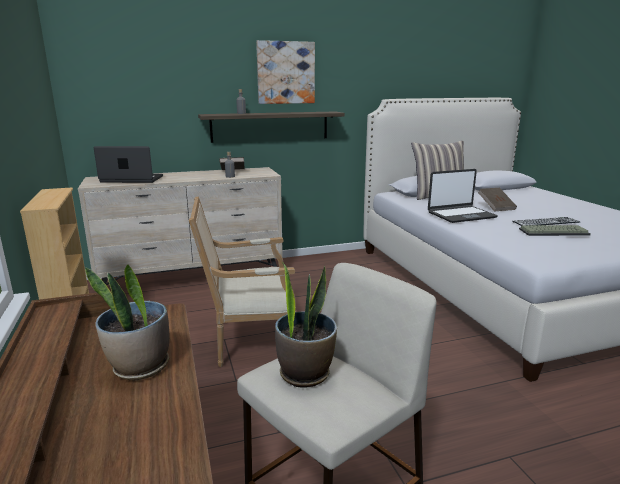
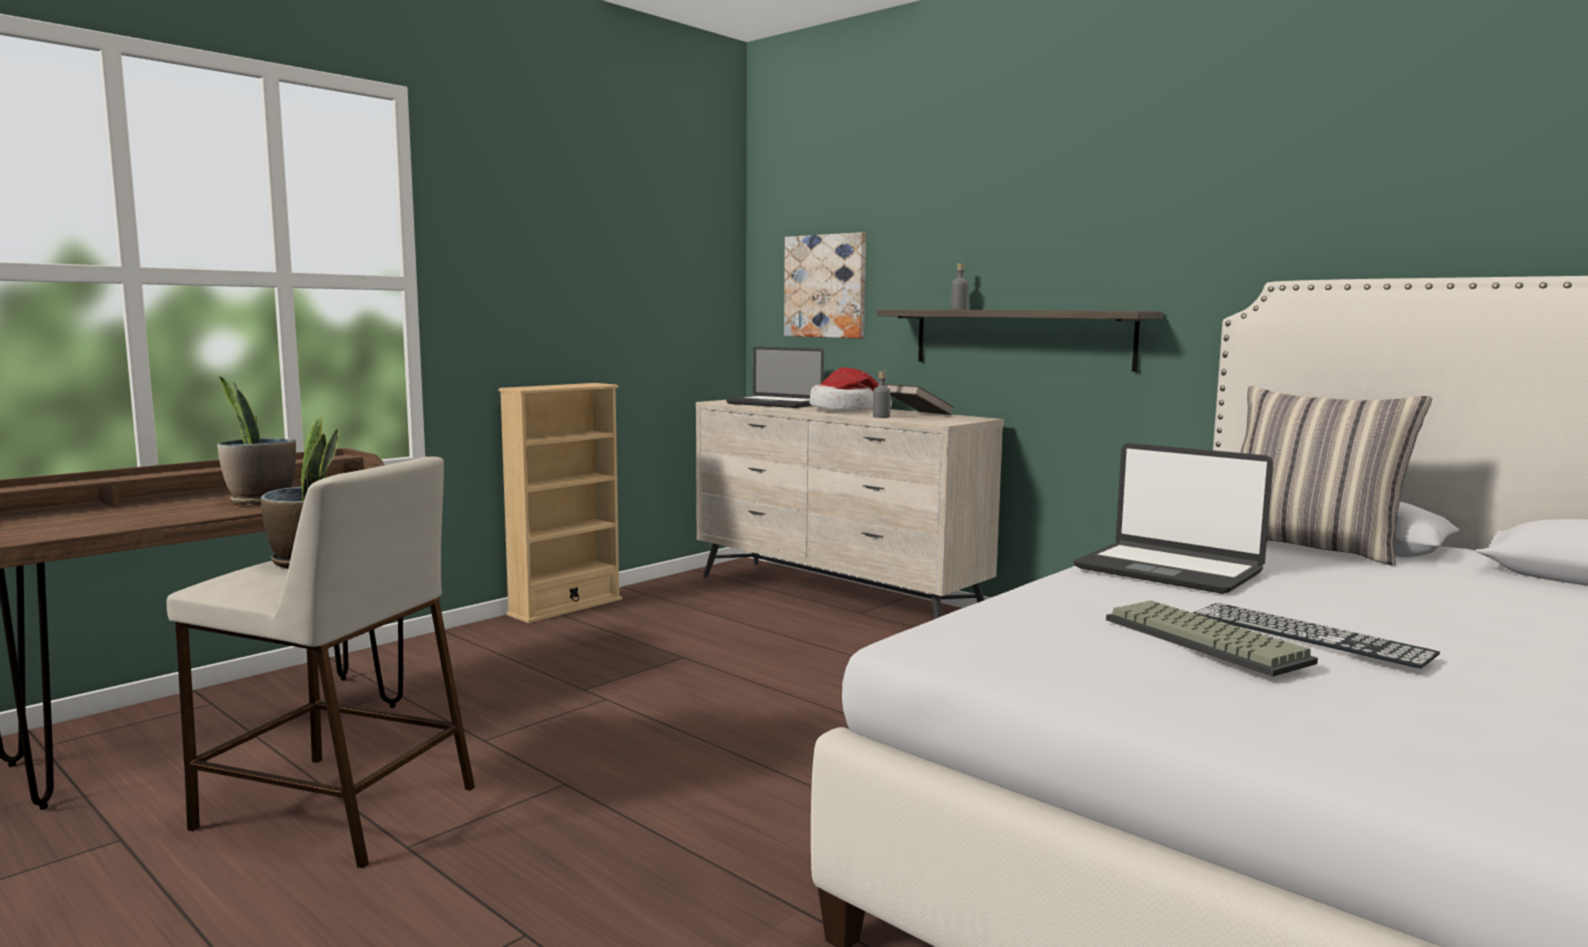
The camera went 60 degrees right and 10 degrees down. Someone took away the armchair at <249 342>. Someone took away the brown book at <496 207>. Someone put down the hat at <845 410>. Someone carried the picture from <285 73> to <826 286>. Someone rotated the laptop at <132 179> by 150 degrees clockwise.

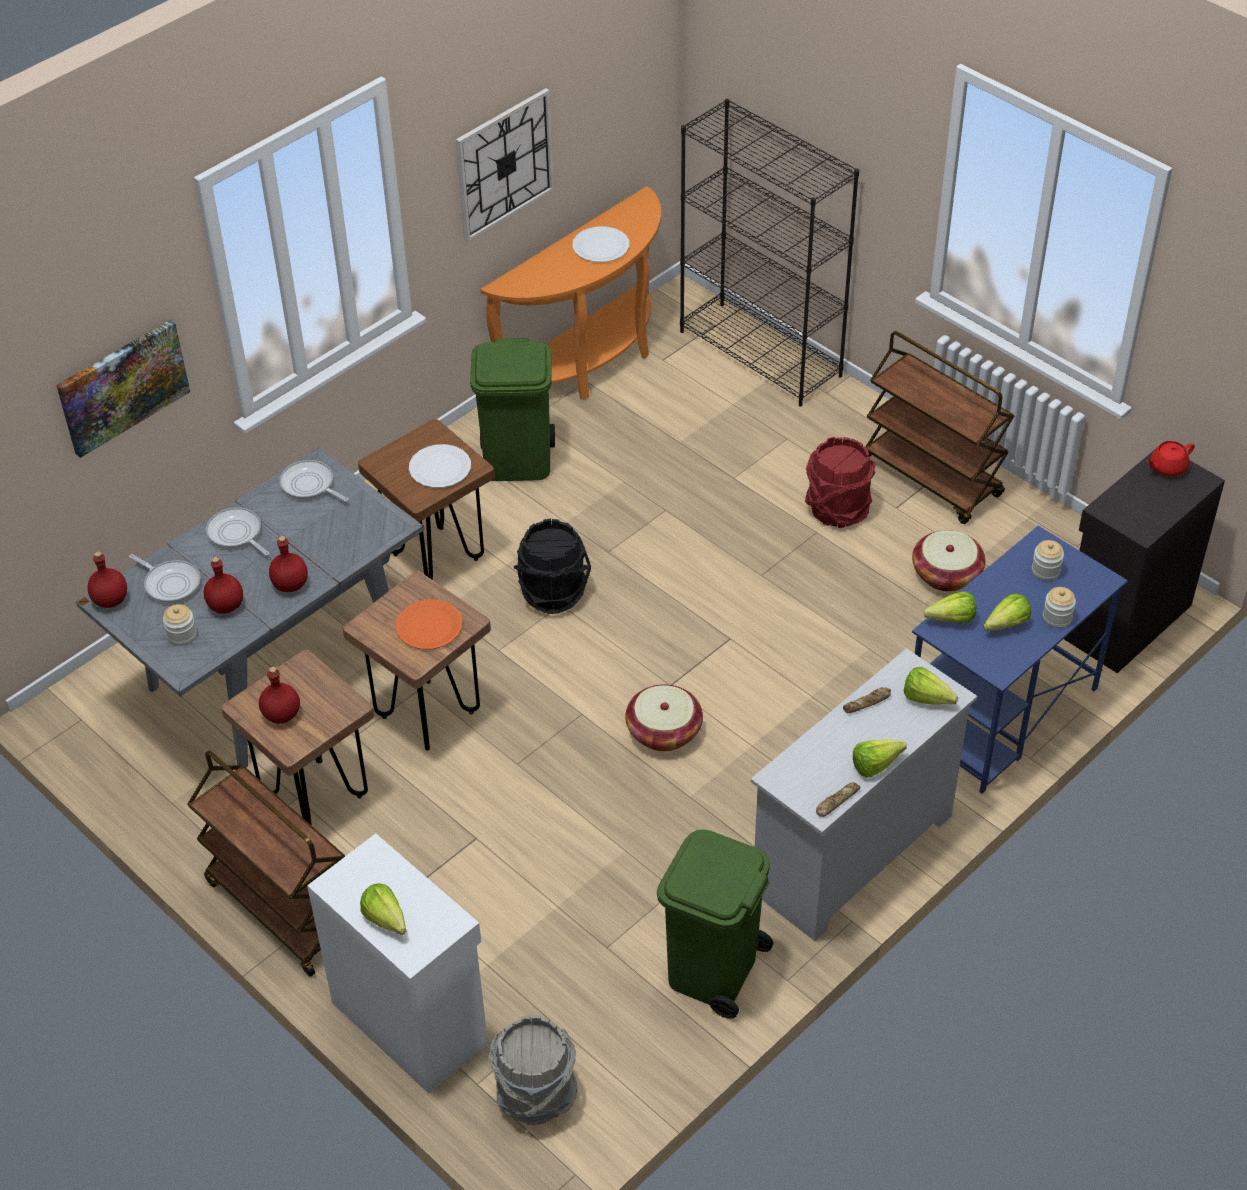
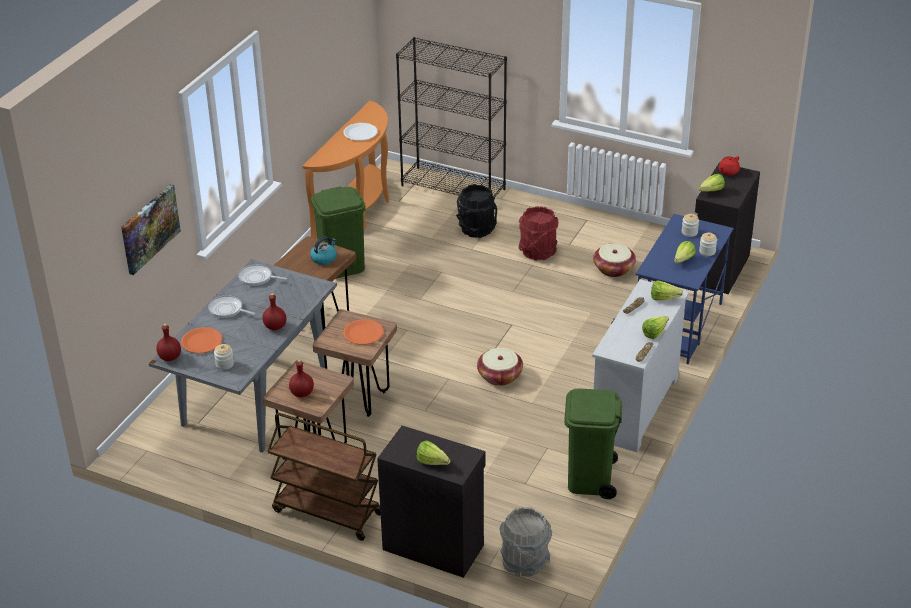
The camera went 20 degrees left and 10 degrees down. Someone took away the red bottle at <225 606>. Someone took away the wall clock at <504 164>. Someone took away the brown cart at <931 478>. Someone carried the black bucket from <553 593> to <476 229>. Someone carried the lettuce from <947 619> to <709 191>. Someone swapped the frying pan at <170 583> for the orange plate at <201 341>. Someone swapped the white plate at <440 468> for the kettle at <324 258>. Someone repainted the white cabinet at <410 1020>, which became the black cabinet at <433 546>.

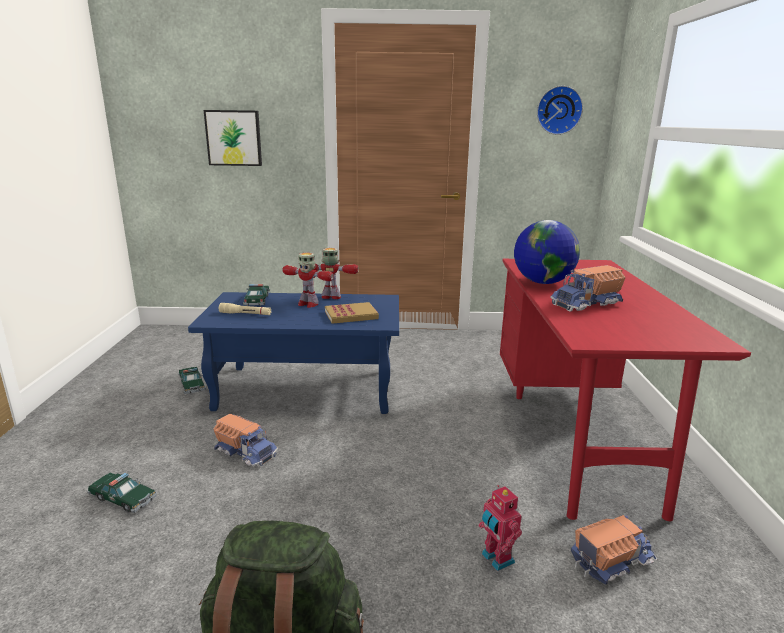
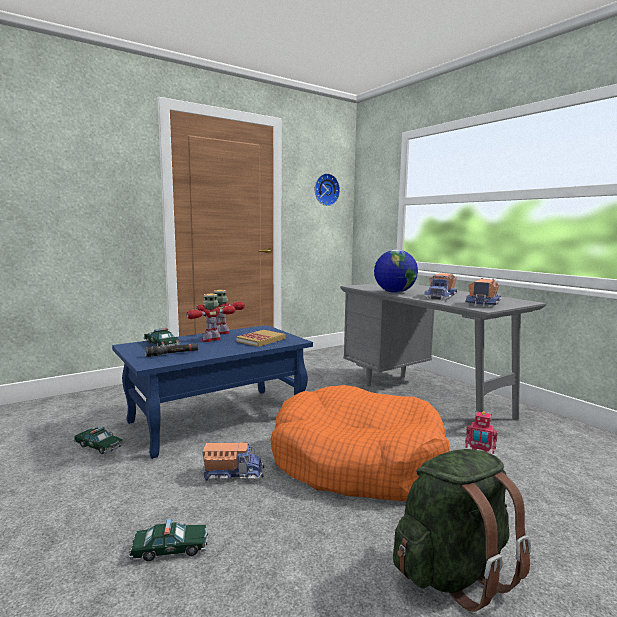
The camera went 35 degrees left and 10 degrees down. Someone took away the picture at <234 138>. Someone put down the orange dog bed at <357 461>. Someone carried the toy truck from <610 560> to <482 304>. Someone repainted the beige flashlight at <245 314>, which became the black flashlight at <172 354>. Someone repainted the red desk at <575 437>, which became the grey desk at <426 396>. Someone rotated the toy robot at <307 304> by 150 degrees clockwise.

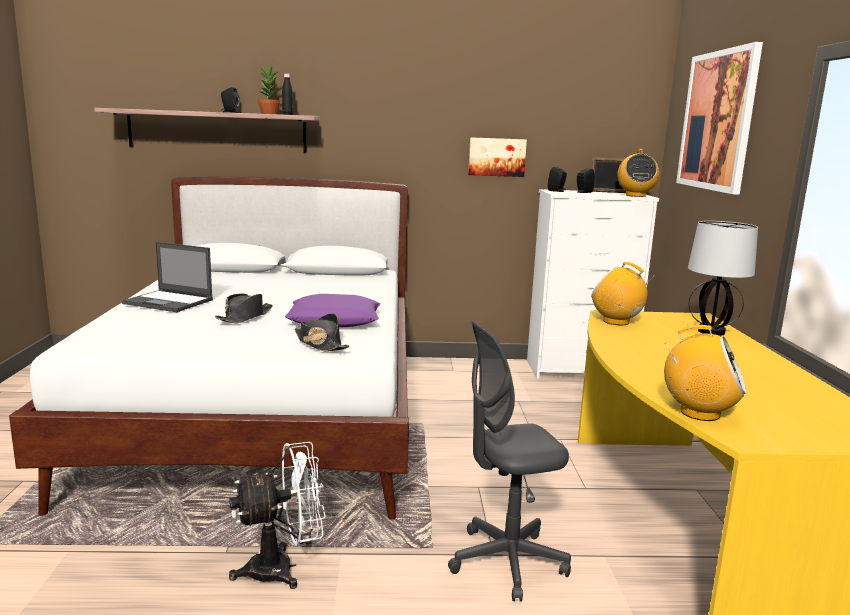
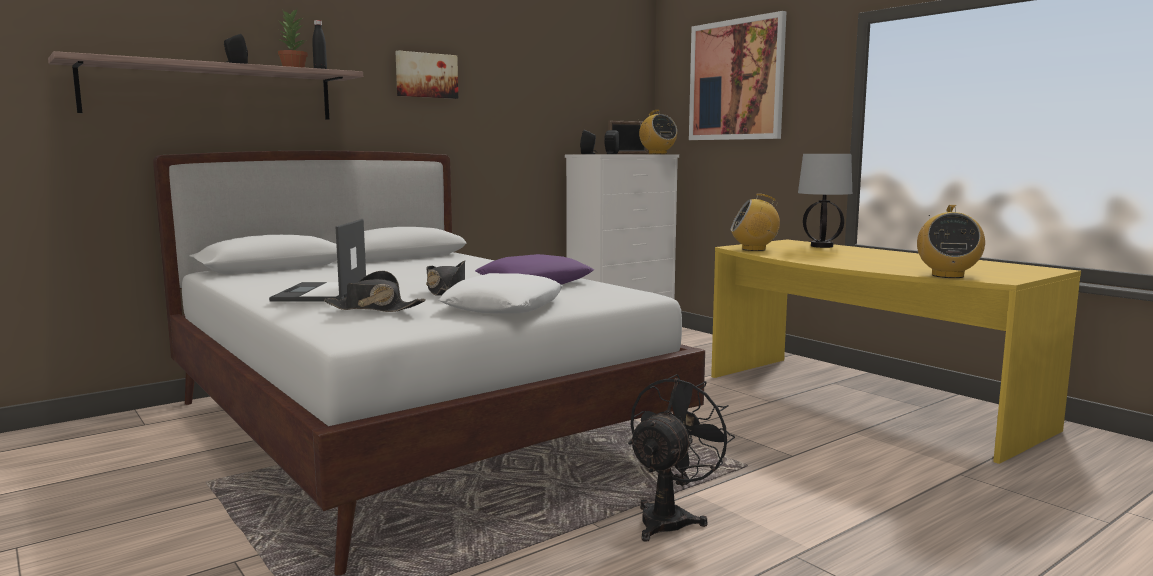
The camera went 35 degrees left and 5 degrees down. Someone took away the grey office chair at <507 562>. Someone put down the white pillow at <503 306>. Someone carried the black hat from <320 344> to <373 309>. Someone carried the picture from <496 157> to <426 75>. Someone repainted the white fan at <282 568>, which became the black fan at <670 518>. Someone rotated the laptop at <169 302> by 105 degrees clockwise. Someone rotated the radio at <699 413> by 120 degrees clockwise.

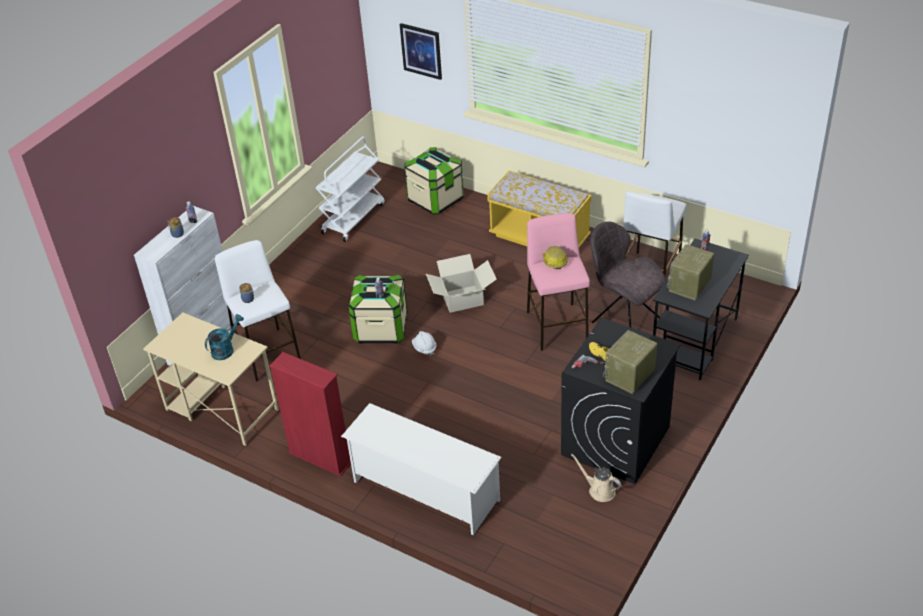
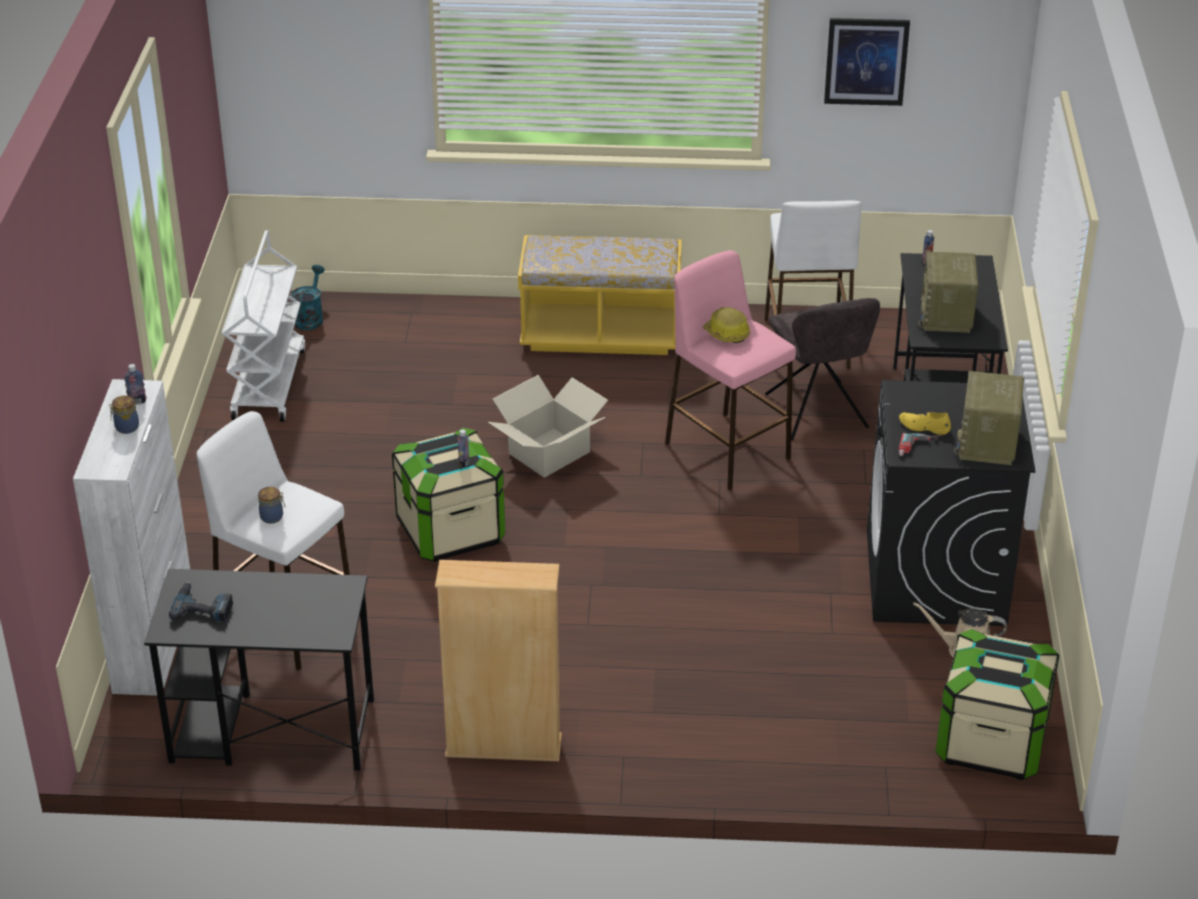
The camera went 30 degrees left and 5 degrees down. Someone took away the white shoe rack at <424 491>. Someone took away the white hard hat at <424 348>. Someone put down the power drill at <203 607>. Someone carried the turquoise watering can from <226 349> to <309 317>. Someone carried the picture from <421 51> to <866 61>. Someone carried the storage box from <436 200> to <991 743>. Someone repainted the beige desk at <221 409>, which became the black desk at <271 731>. Someone repainted the red bookcase at <320 458>, which became the beige bookcase at <503 746>. Someone rotated the grey chair at <623 319> by 120 degrees counterclockwise.

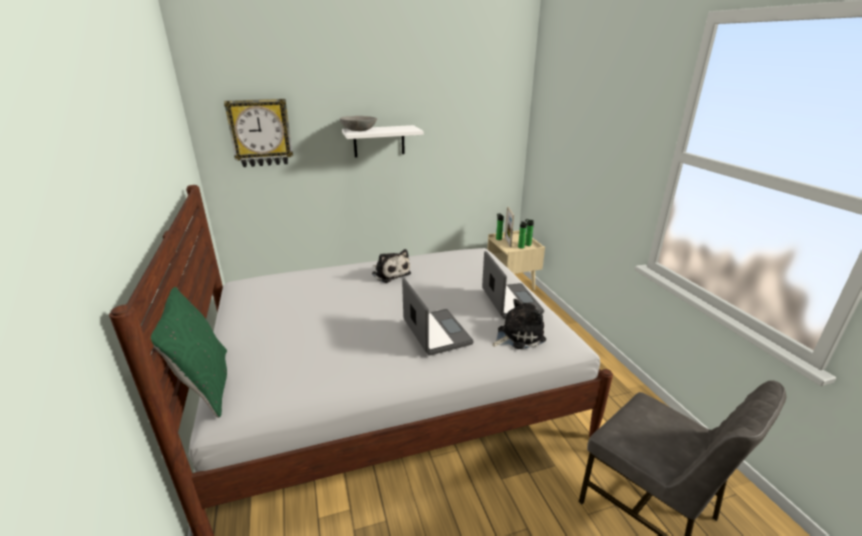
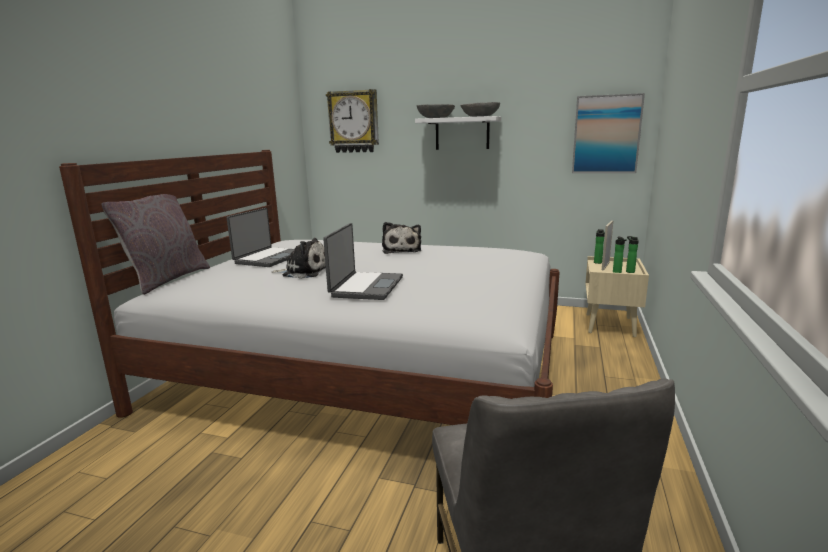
The camera went 35 degrees right and 10 degrees down. Someone put down the grey bowl at <480 116>. Someone put up the picture at <606 134>. Someone carried the laptop from <510 301> to <269 258>. Someone carried the plush toy from <518 336> to <303 272>. Someone repainted the green pillow at <204 385>, which became the grey pillow at <166 279>.

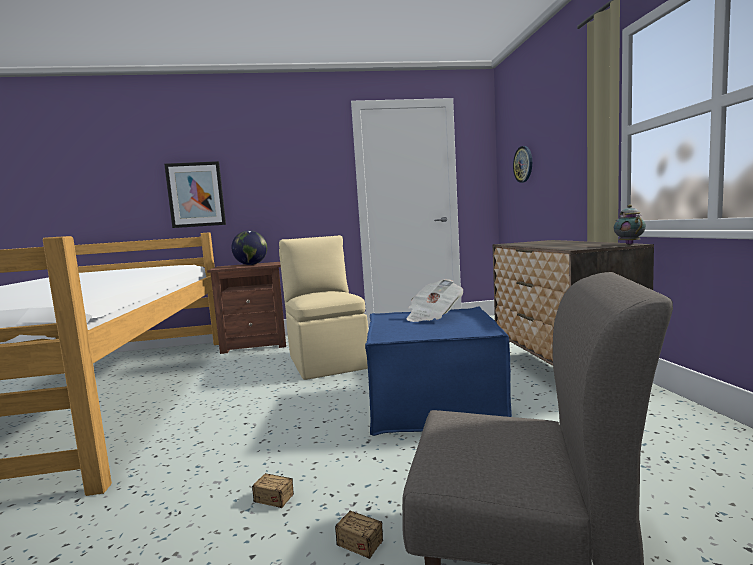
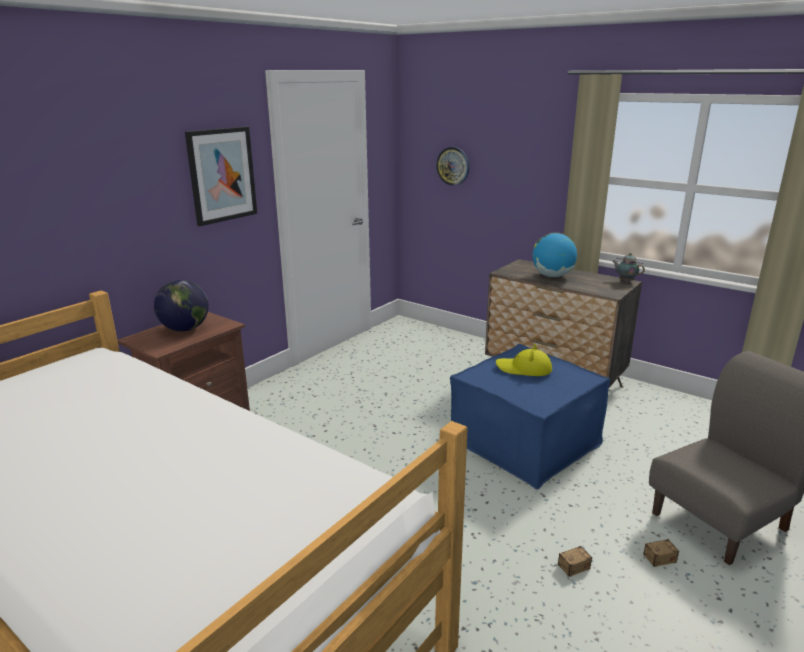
The camera went 45 degrees left and 15 degrees up. Someone took away the beige chair at <327 361>. Someone put down the globe at <552 276>. Someone carried the picture from <196 194> to <222 175>. Someone swapped the newspaper at <433 316> for the yellow hat at <524 369>.

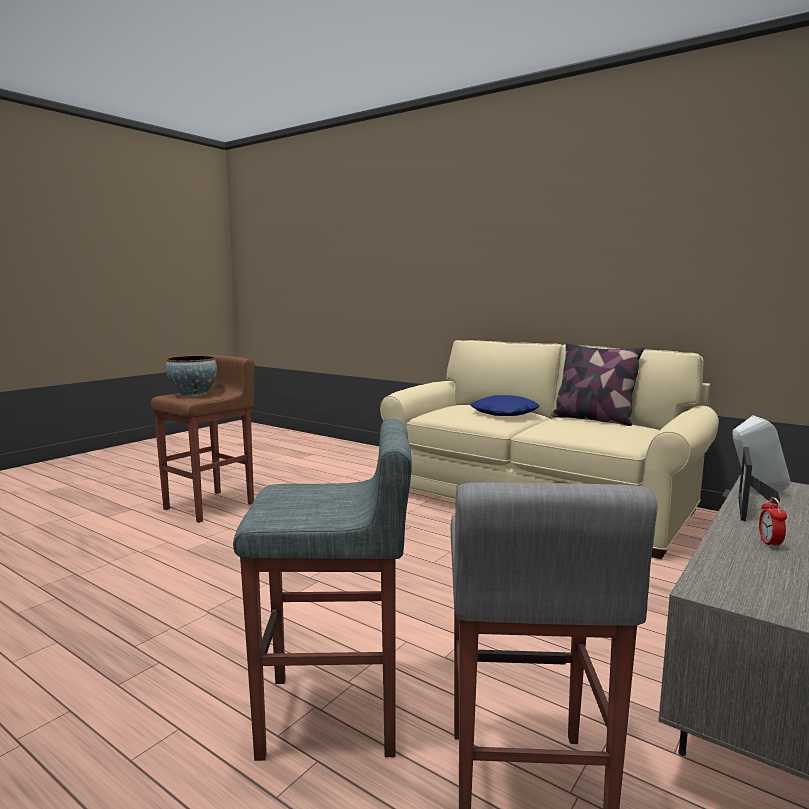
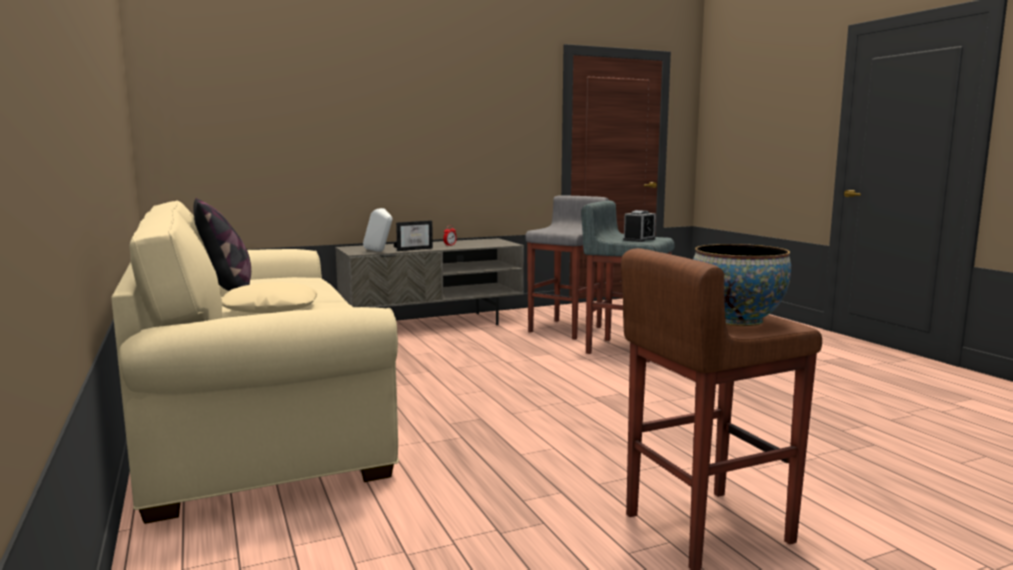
The camera went 150 degrees left and 0 degrees up. Someone put down the alarm clock at <639 239>. Someone repainted the blue pillow at <505 413>, which became the beige pillow at <271 308>.

